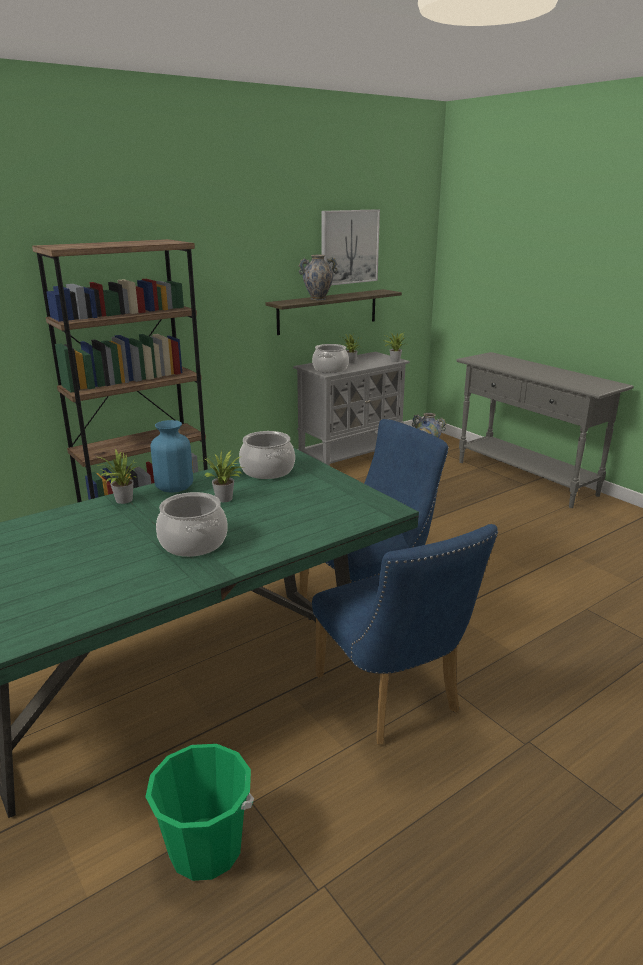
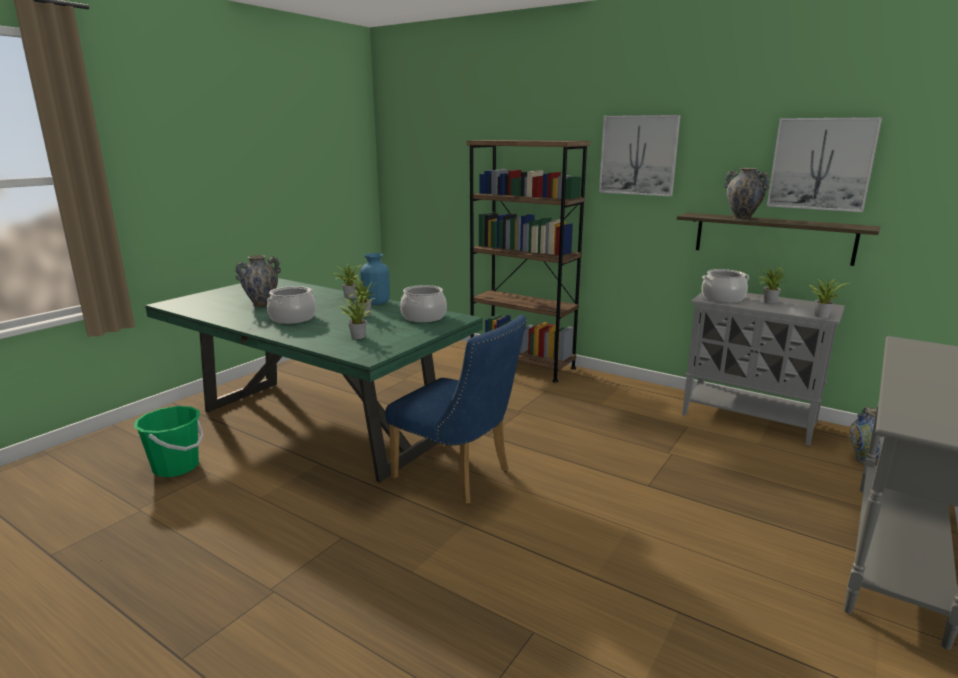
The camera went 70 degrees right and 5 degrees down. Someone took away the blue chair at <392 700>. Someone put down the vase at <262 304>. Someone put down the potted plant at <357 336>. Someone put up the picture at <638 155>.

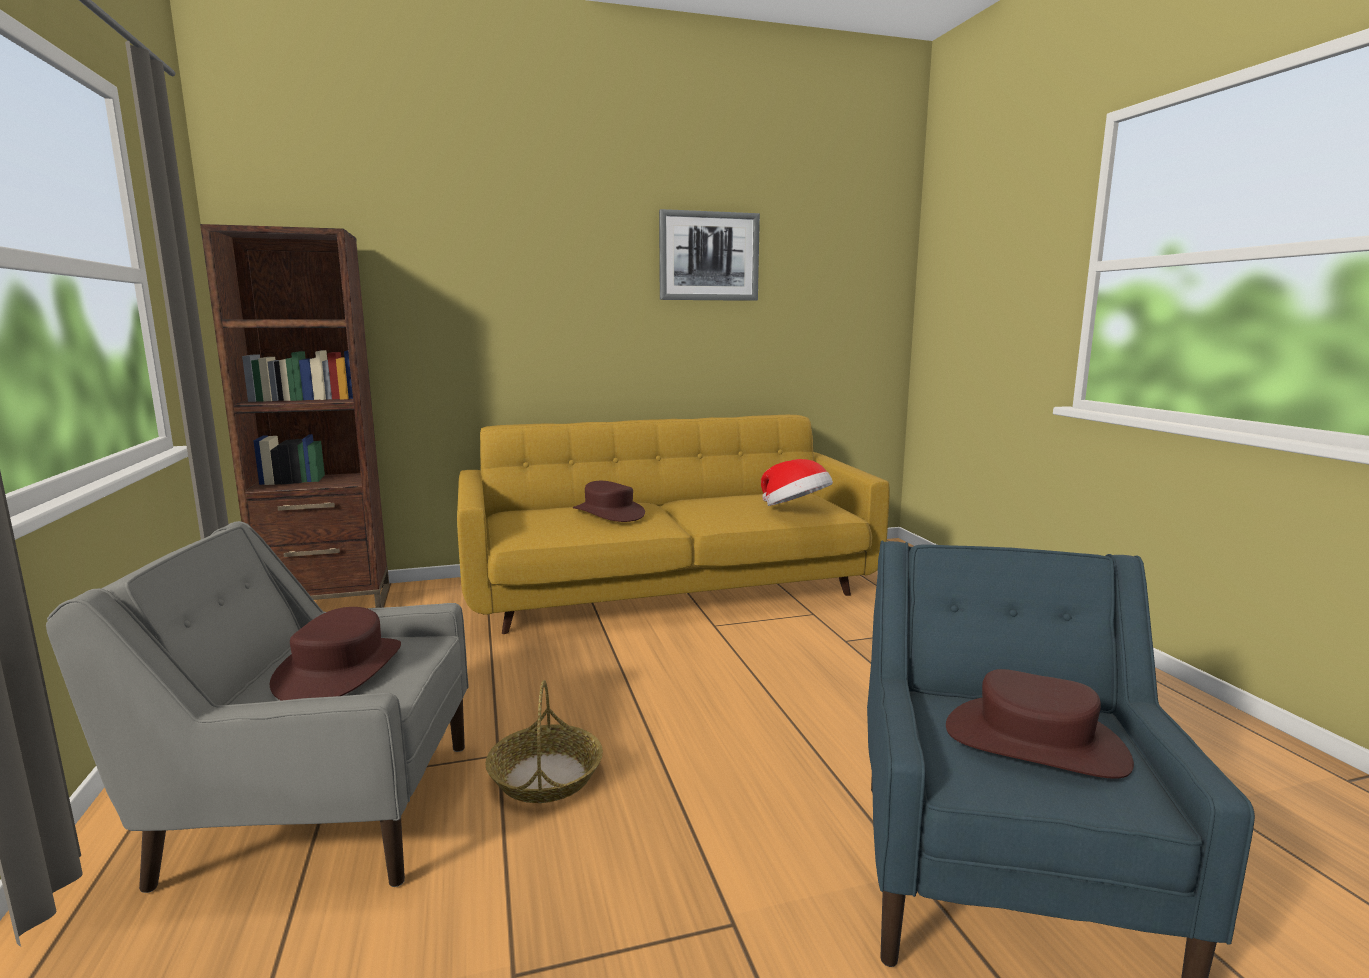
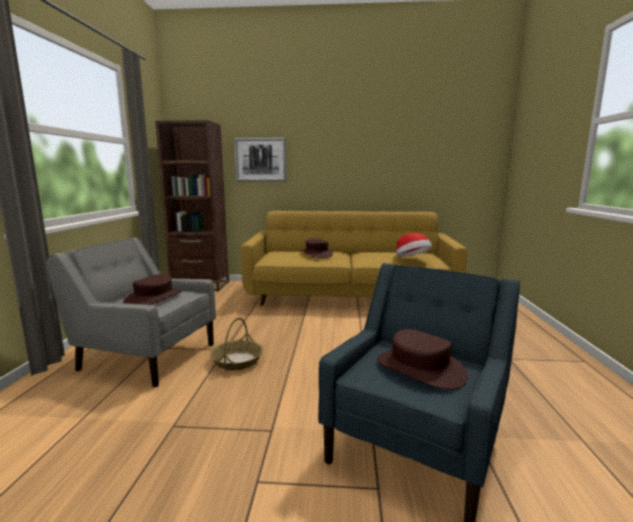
The camera went 20 degrees right and 0 degrees up. Someone carried the picture from <709 256> to <260 159>.

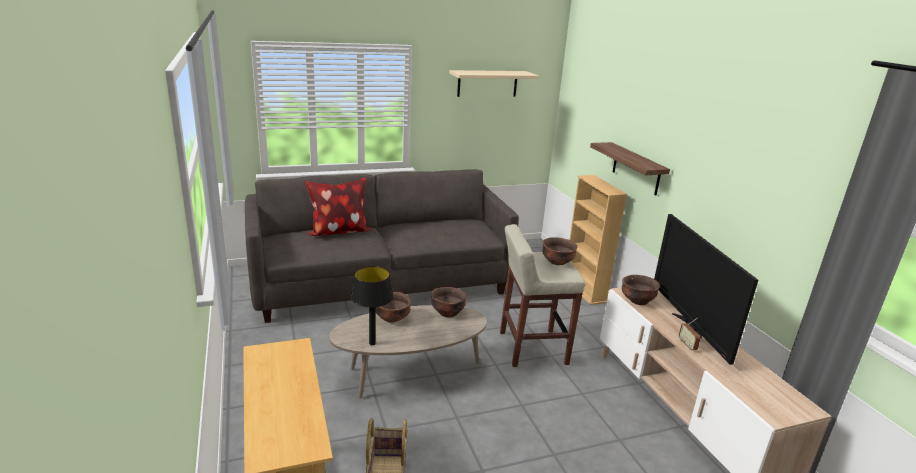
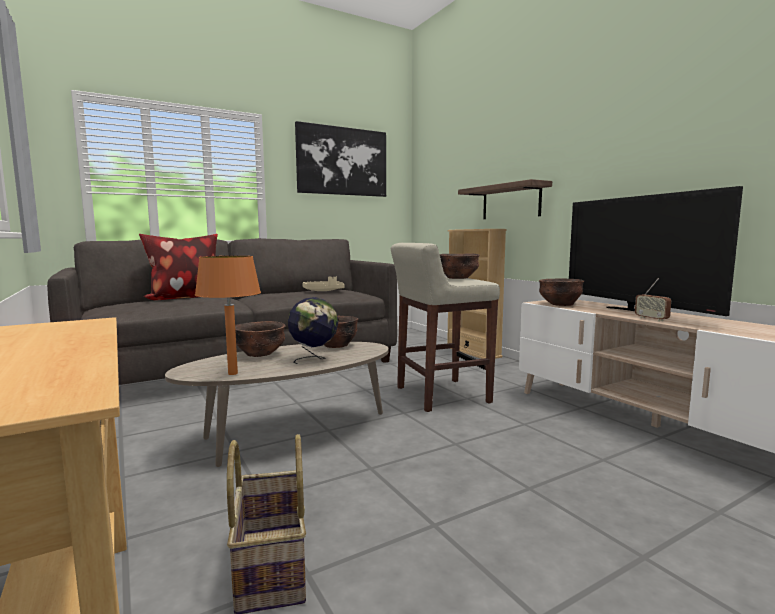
The camera went 10 degrees left and 15 degrees down. Someone put down the globe at <314 359>. Someone put down the beige tray at <323 291>. Someone swapped the beige shelf at <487 83> for the picture at <342 161>. Someone repainted the black table lamp at <372 343>, which became the orange table lamp at <232 373>.

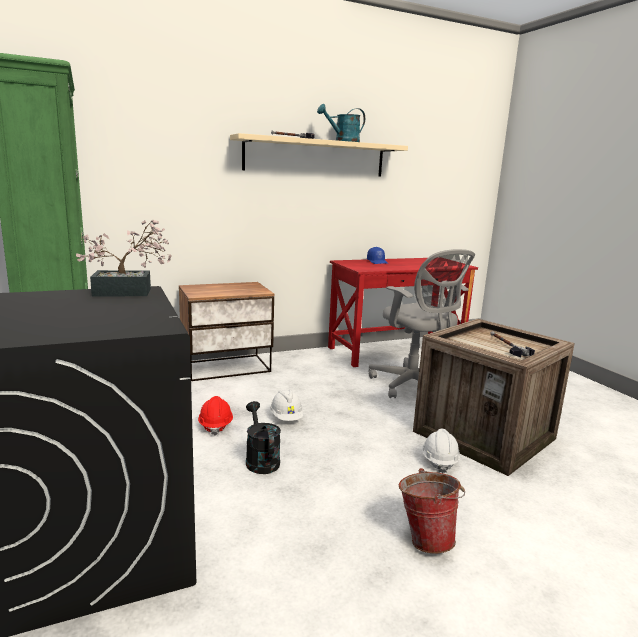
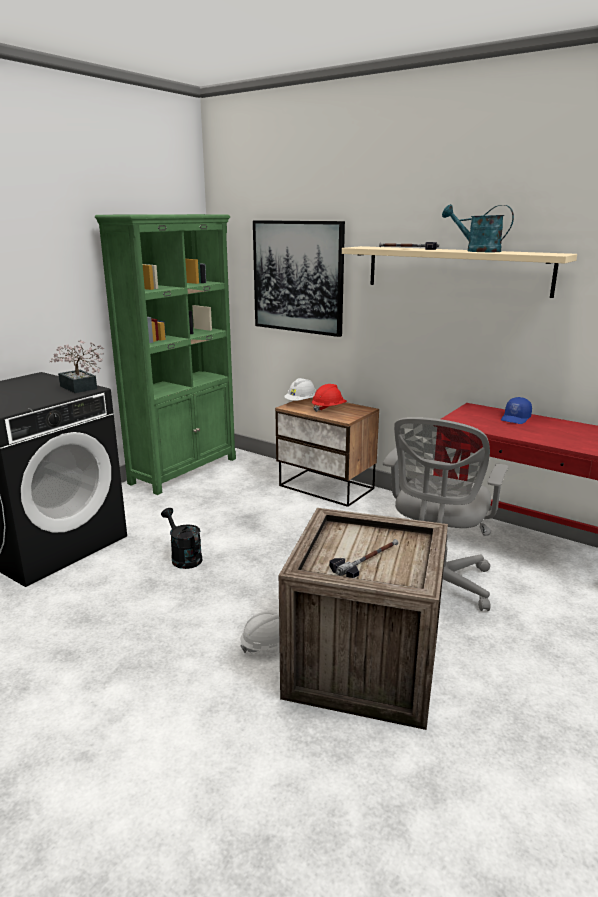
The camera went 60 degrees right and 5 degrees up. Someone took away the bucket at <426 538>. Someone put up the picture at <298 277>. Someone carried the red hard hat from <215 425> to <328 408>. Someone carried the white hard hat from <286 418> to <301 402>. Someone rotated the black watering can at <260 459> by 75 degrees counterclockwise.

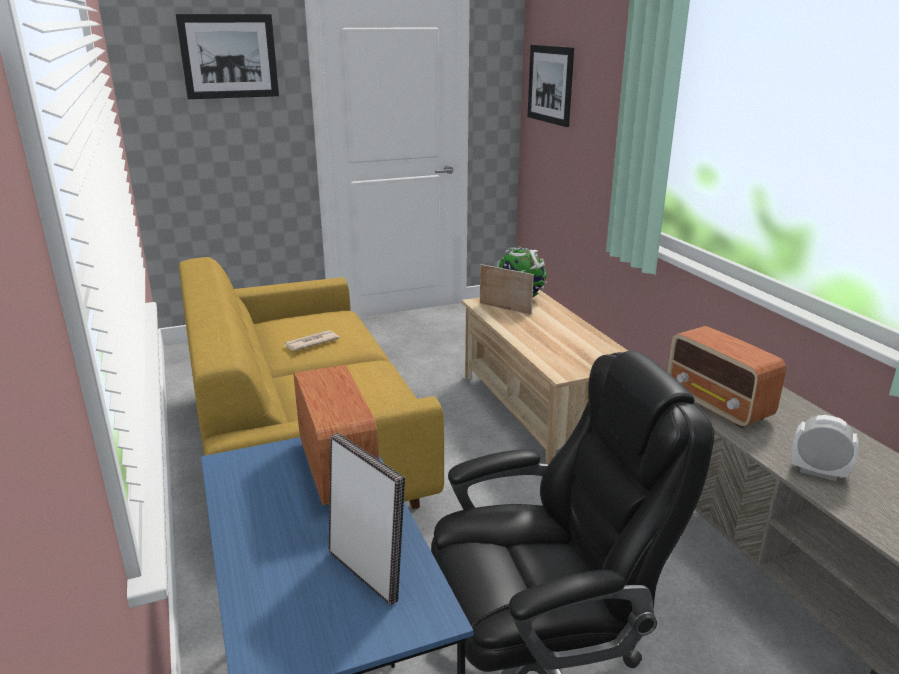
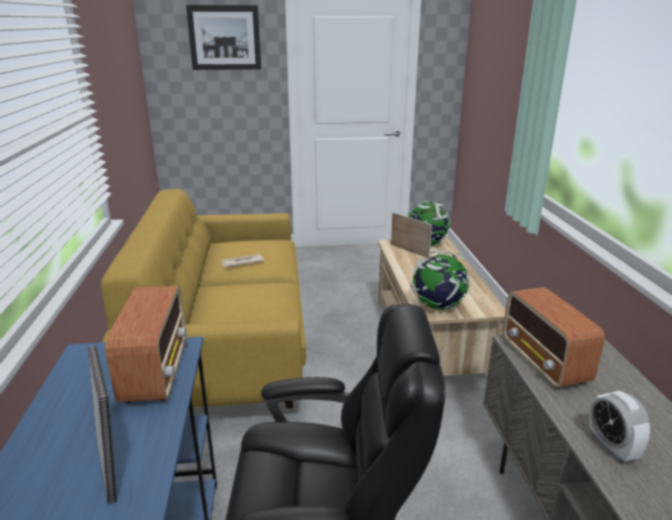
The camera went 15 degrees right and 0 degrees up. Someone took away the picture at <550 84>. Someone put down the globe at <437 306>. Someone rotated the alarm clock at <818 472> by 150 degrees counterclockwise.

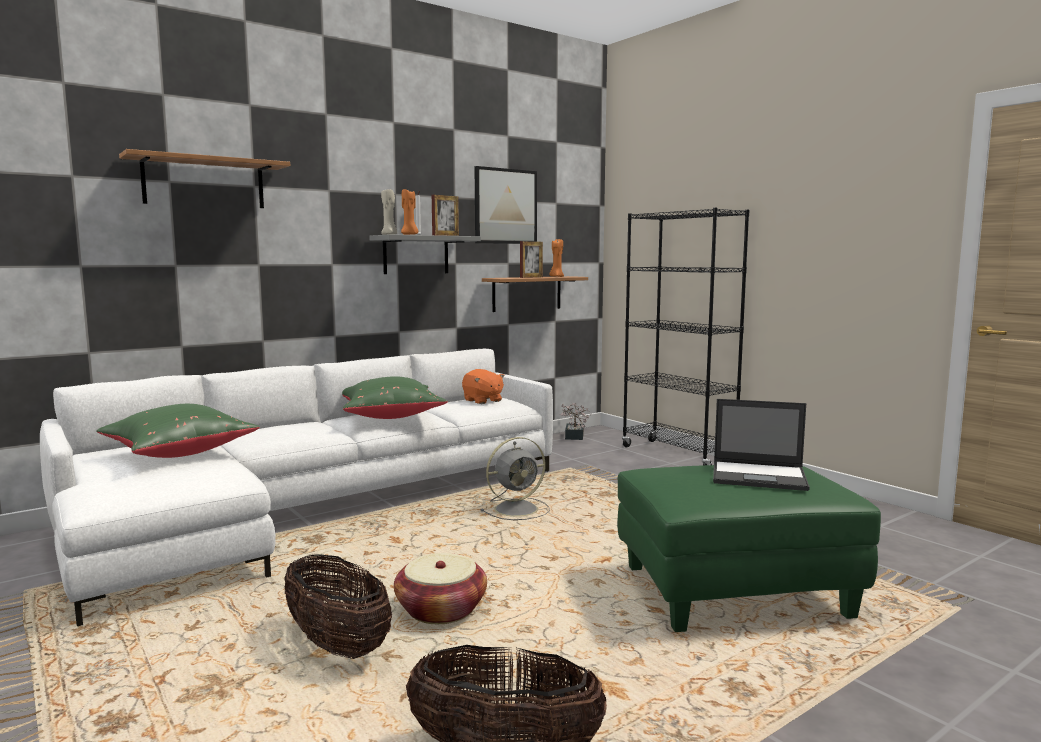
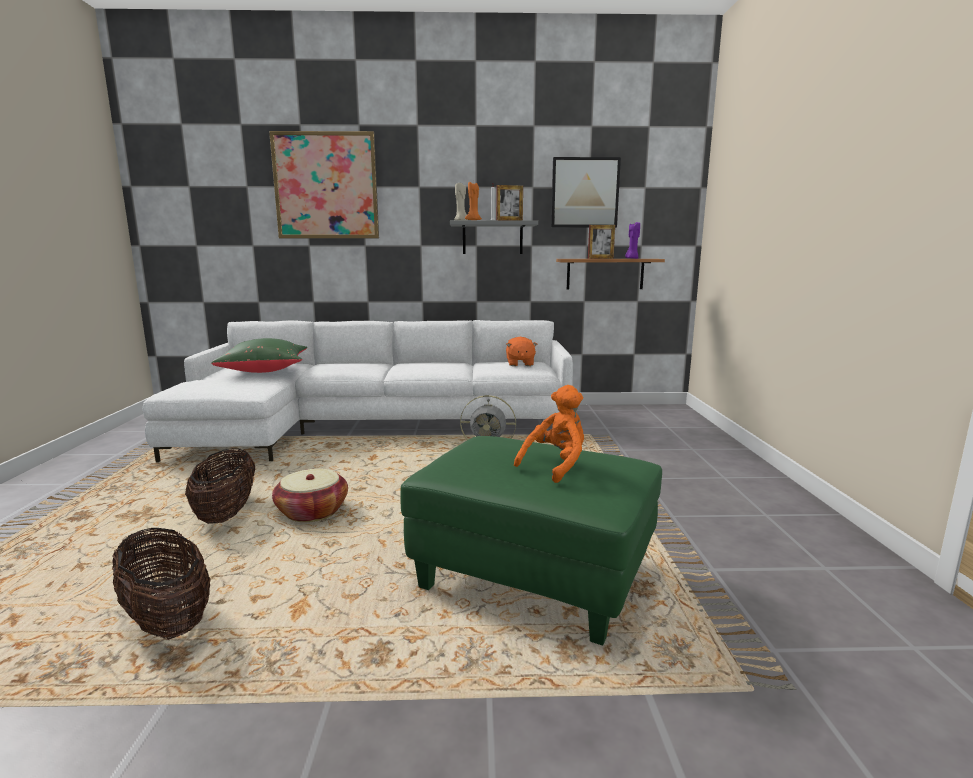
The camera went 35 degrees right and 5 degrees up. Someone took away the green pillow at <390 416>. Someone took away the potted plant at <573 437>. Someone took away the black bookcase at <677 455>. Someone swapped the shelf at <204 183> for the picture at <326 186>. Someone swapped the laptop at <760 476> for the orange plush toy at <556 465>. Someone repainted the orange candle at <556 276>, which became the purple candle at <632 258>.

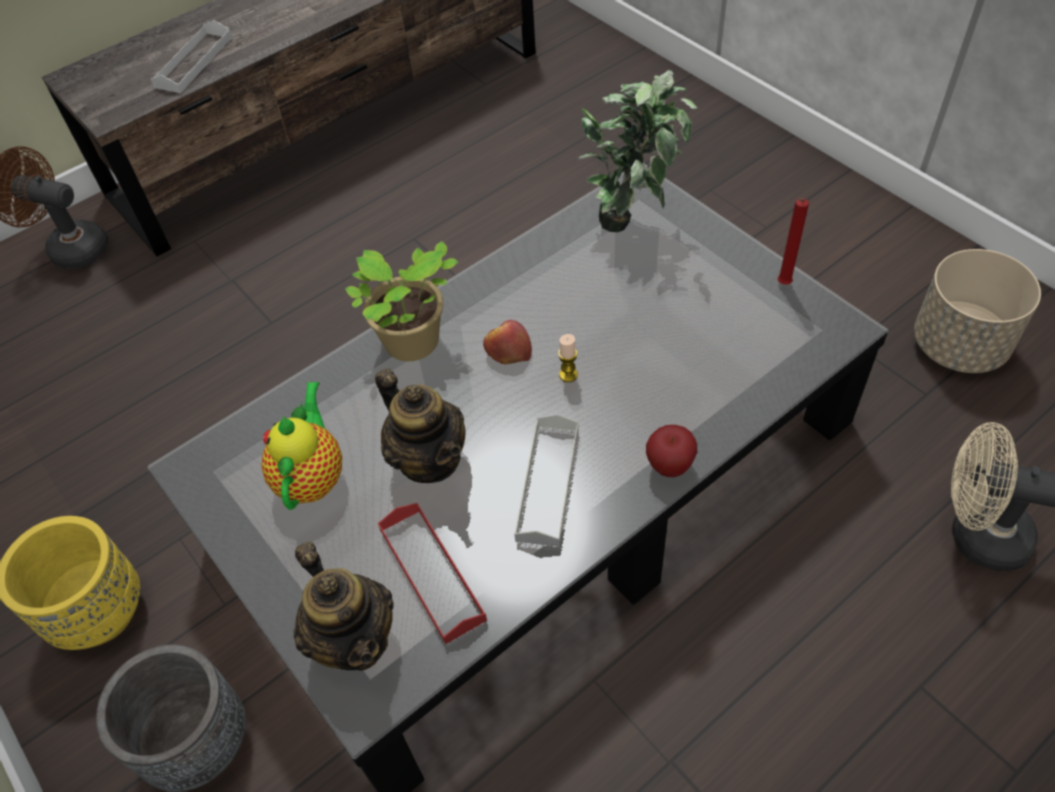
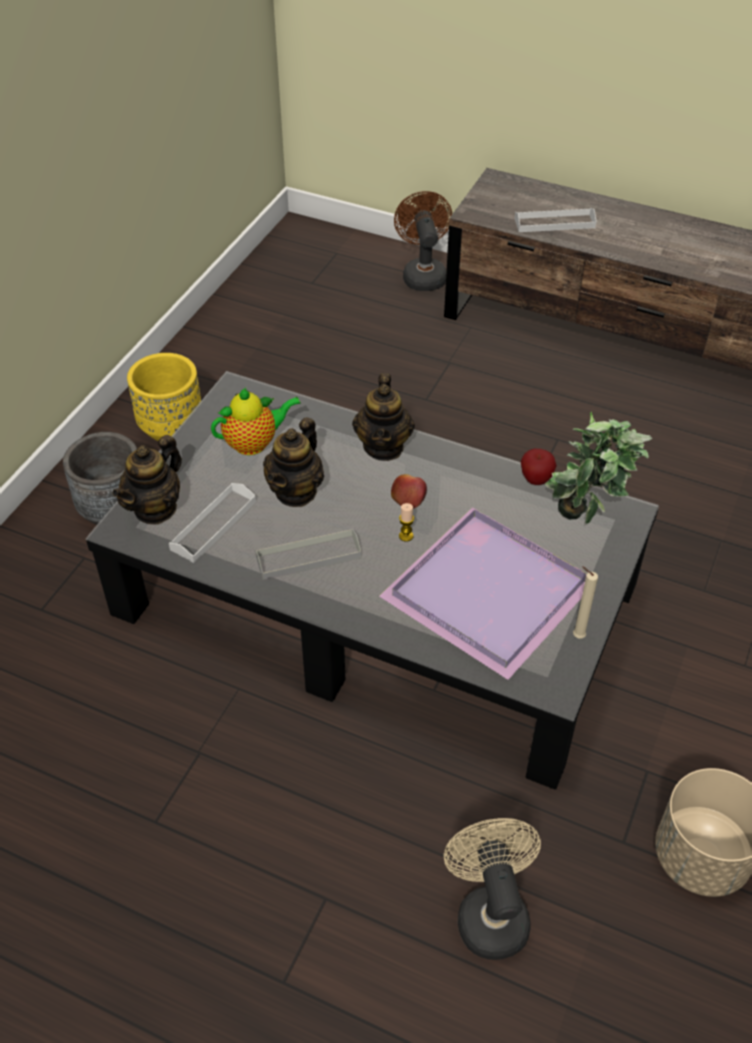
The camera went 60 degrees right and 5 degrees down. Someone put down the purple tray at <492 592>. Someone carried the apple from <669 467> to <536 480>. Someone swapped the potted plant at <412 345> for the teapot at <384 446>. Someone repainted the red tray at <431 574>, which became the white tray at <213 525>. Someone repainted the red candle at <782 285>, which became the beige candle at <576 636>.

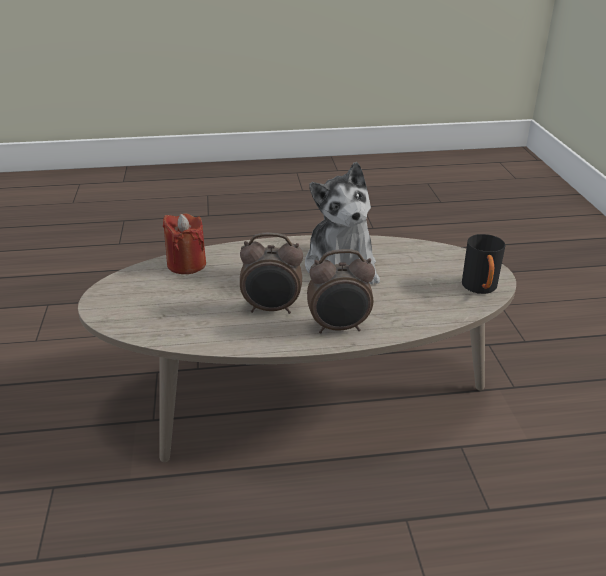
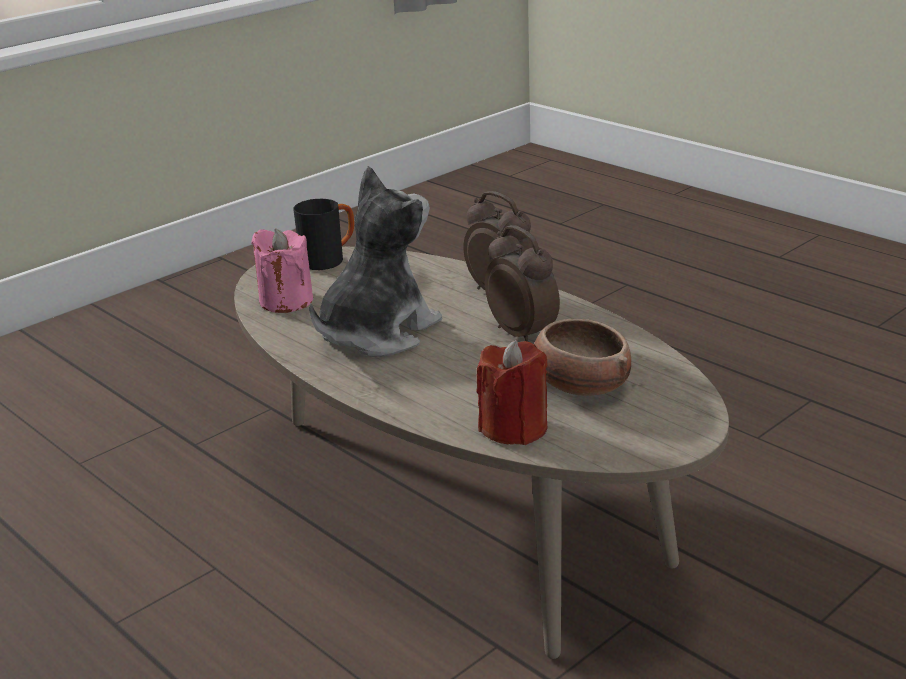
The camera went 125 degrees left and 5 degrees down. Someone put down the pink candle at <286 301>. Someone put down the bowl at <580 386>.

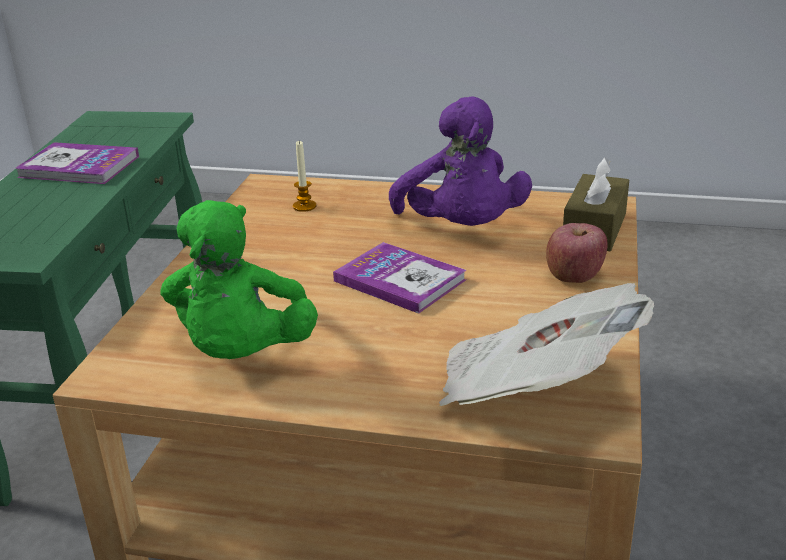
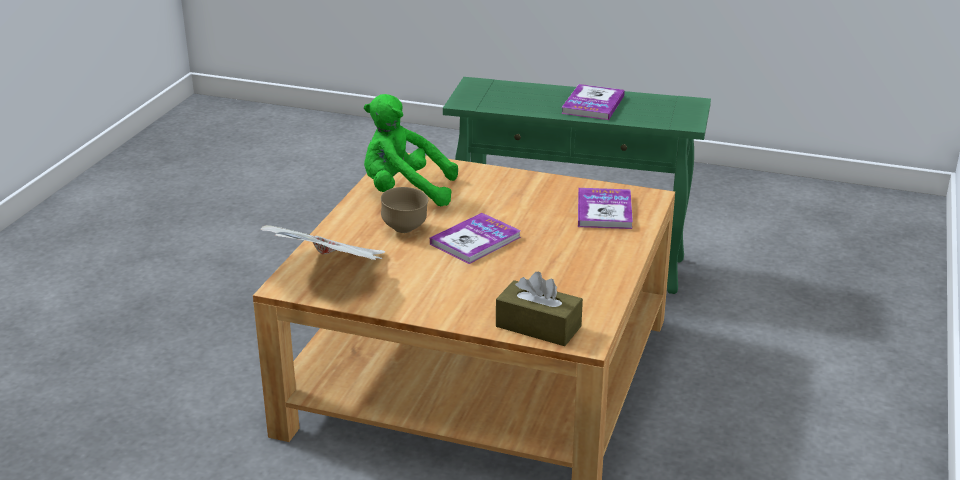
The camera went 95 degrees right and 0 degrees up. Someone took away the purple plush toy at <461 229>. Someone took away the apple at <574 276>. Someone put down the brown bowl at <405 229>. Someone swapped the candle at <304 206> for the book at <604 211>.

